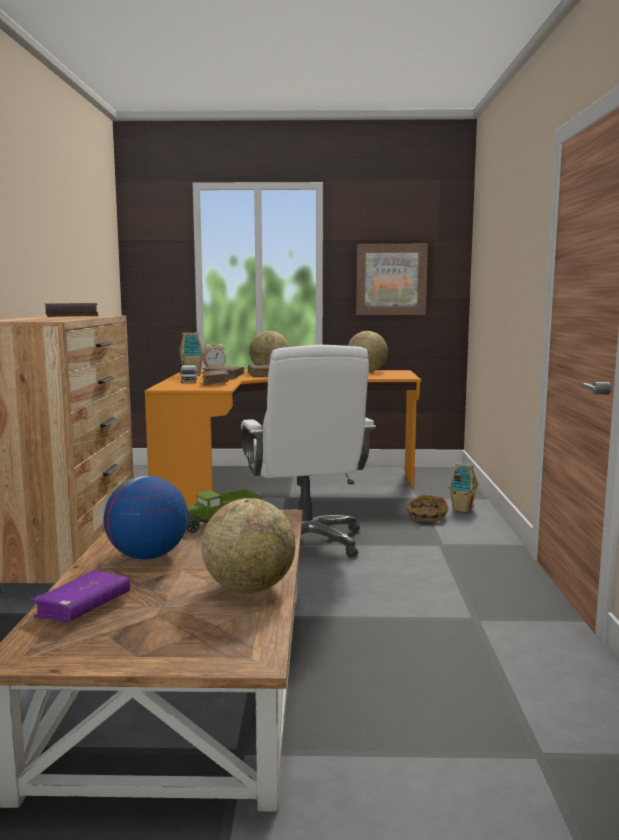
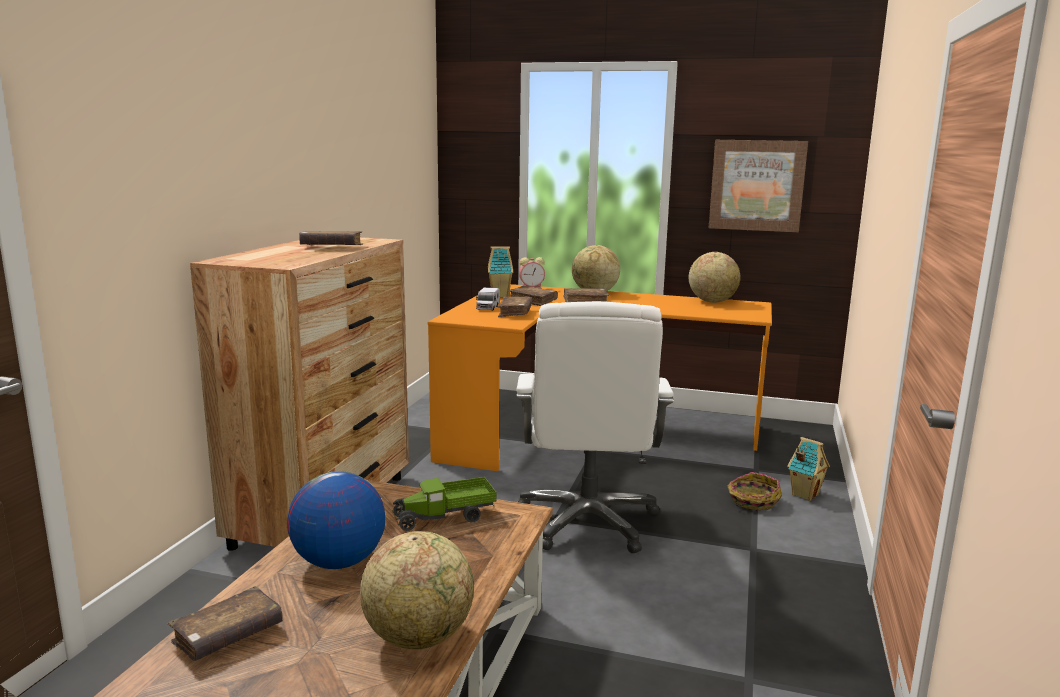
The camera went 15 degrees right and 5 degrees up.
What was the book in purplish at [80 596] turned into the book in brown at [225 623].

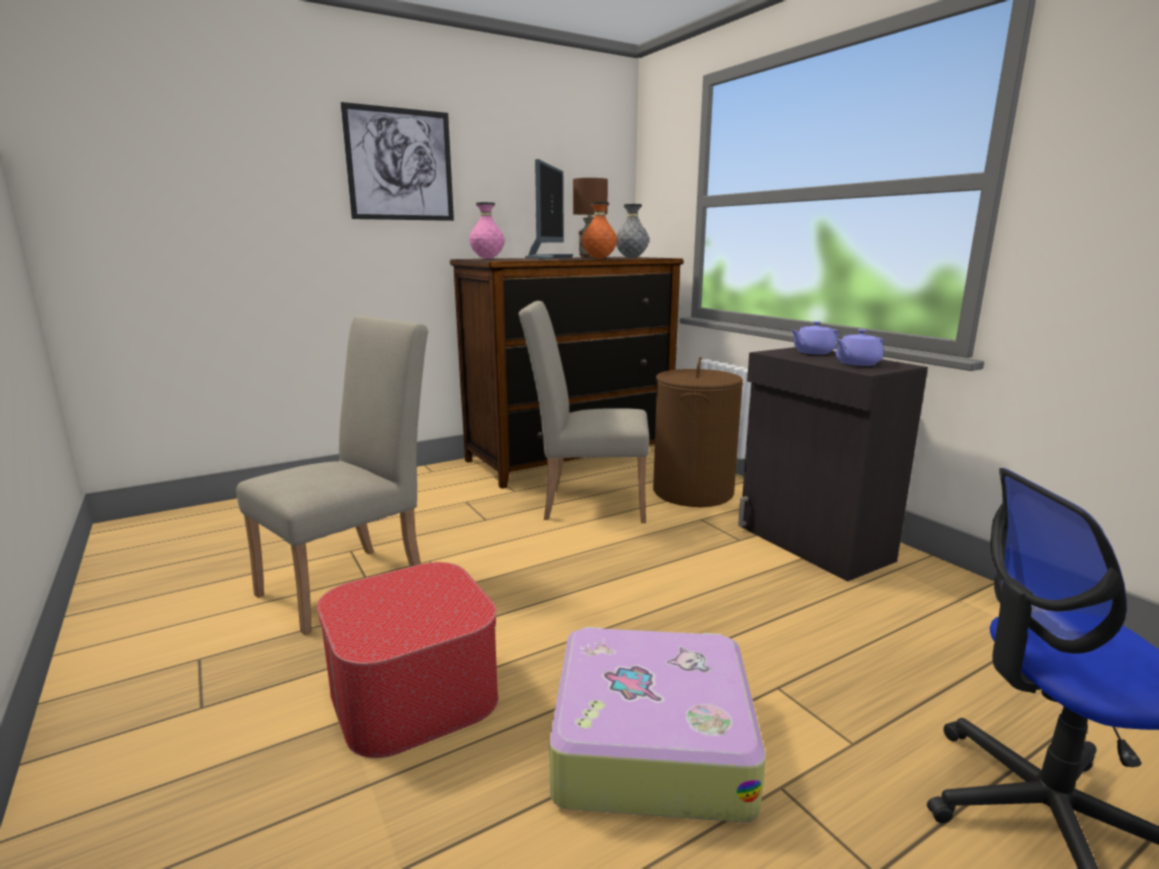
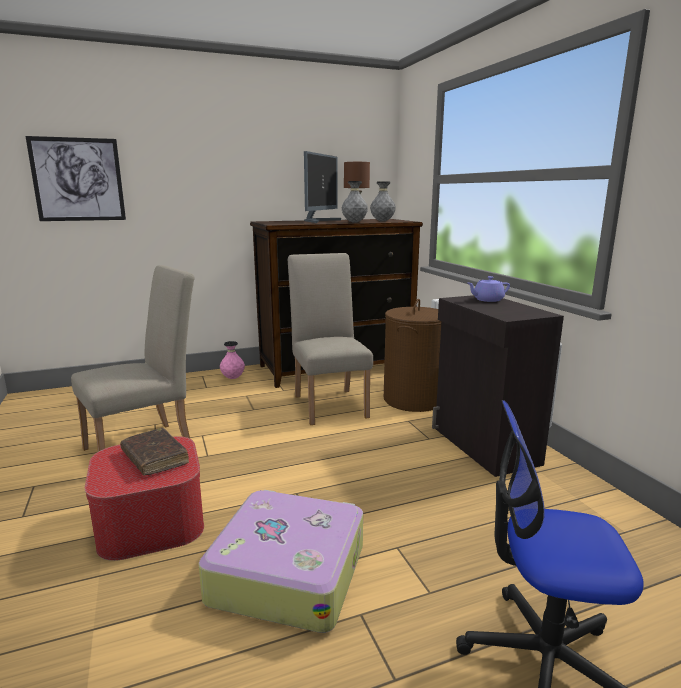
The camera went 10 degrees right and 0 degrees up.
The wall art ended up elsewhere, having gone from [397 161] to [75 178].
The flower vase in pinkish ended up elsewhere, having gone from [487 230] to [232 360].
The plain chair in beige-coloured at [583 412] ended up facing another way, 60 degrees clockwise from before.
What was the flower vase in orange at [599 230] turned into the flower vase in gray at [355 202].
The second view lost the pot for tea in purplish at [859 347].
The second view gained the book in brown at [154 451].

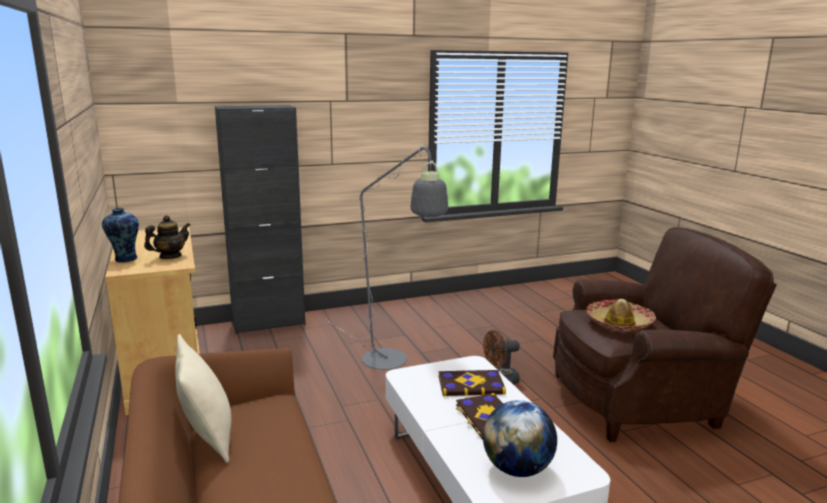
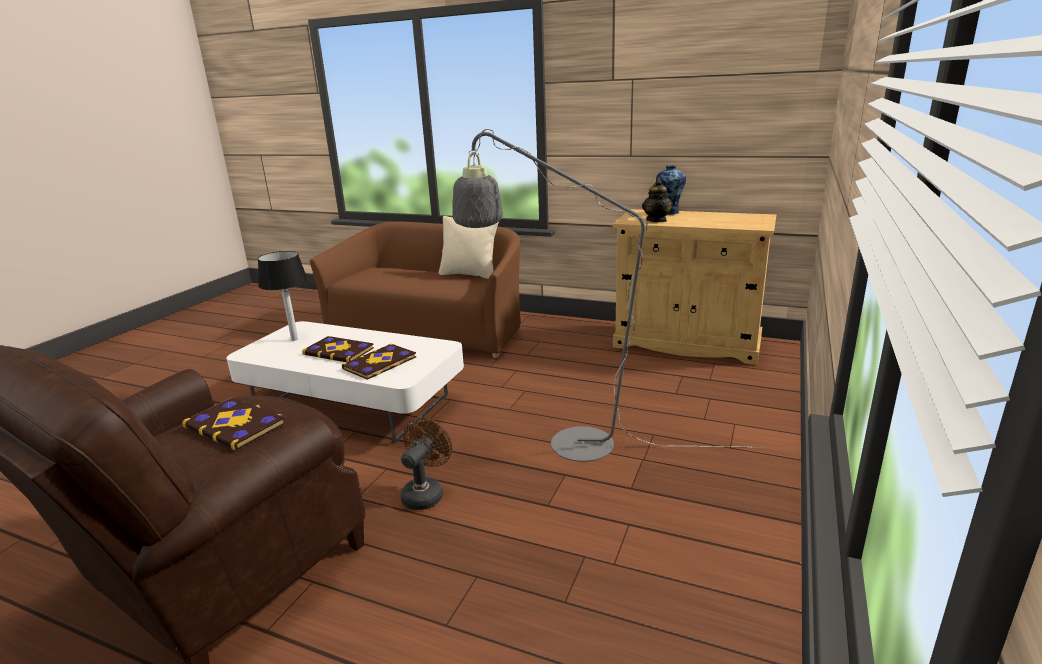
The camera went 135 degrees right and 5 degrees up.
The second view lost the cupboard in blackish at [260 219].
Where the world globe stood at [520 438], the lamp for a table came to stand at [283 296].
Where the hat stood at [621 315], the book came to stand at [234 424].

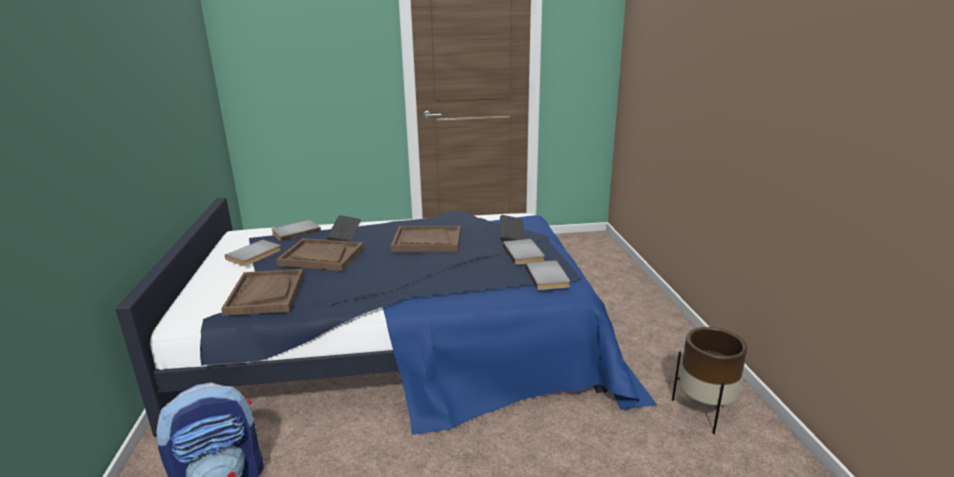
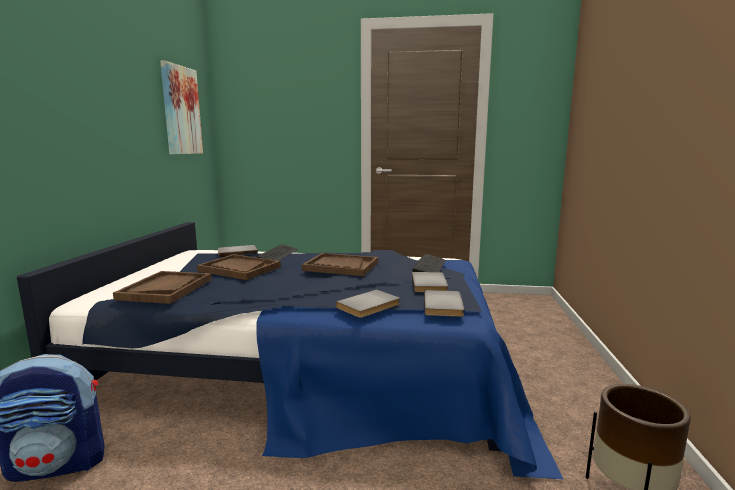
The camera went 15 degrees right and 10 degrees down.
The book in gray ended up elsewhere, having gone from [253 253] to [368 304].
The second view gained the wall art at [181 107].

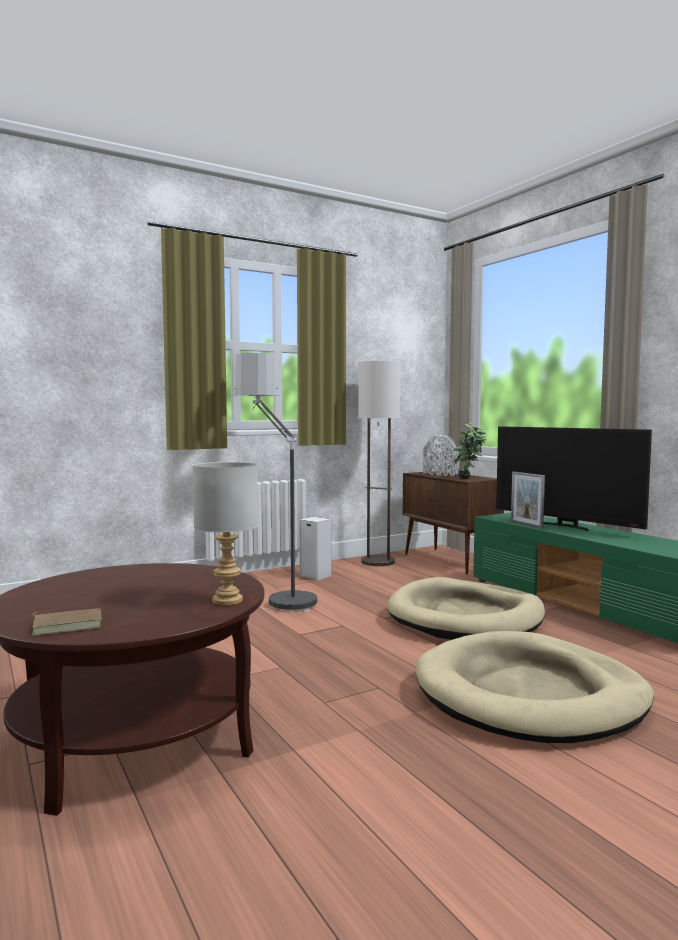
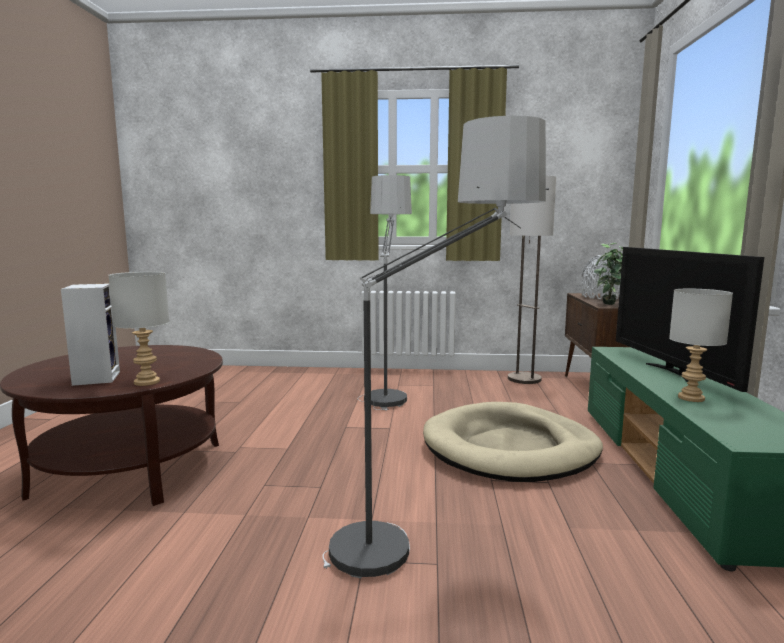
The camera went 35 degrees right and 5 degrees up.
The second view lost the book in brown at [66 622].
The speaker ended up elsewhere, having gone from [315 548] to [90 335].
Where the pet bed in beige-coloured stood at [534 687], the floor lamp came to stand at [435 346].
The second view lost the picture frame at [528 499].
The second view gained the lamp for a table in gray at [701 345].

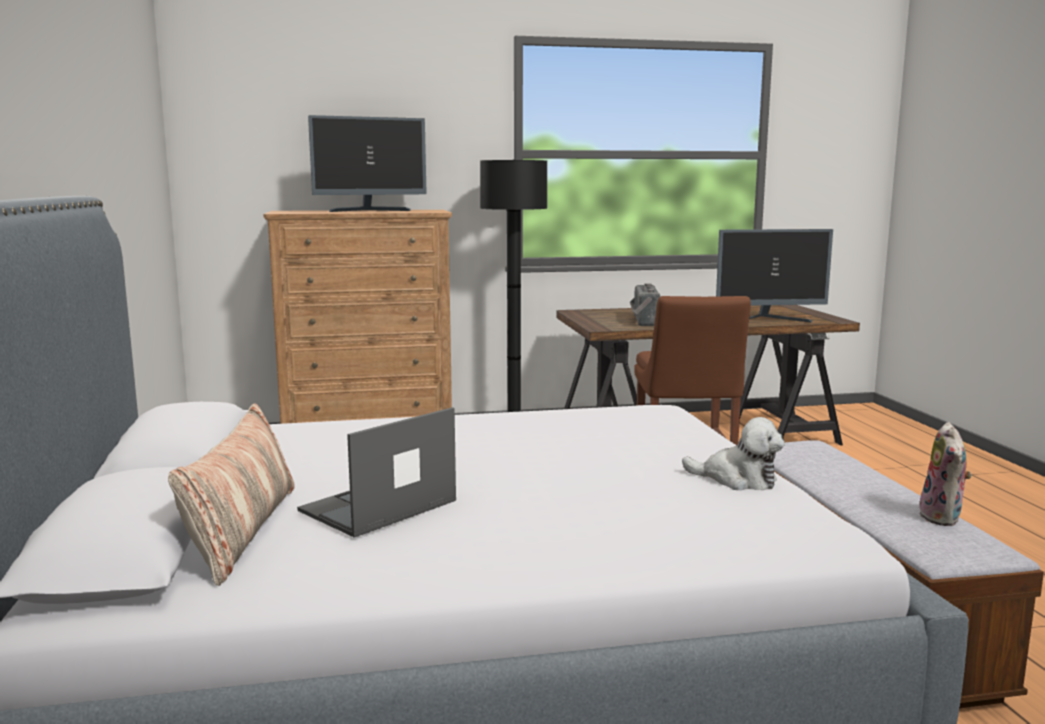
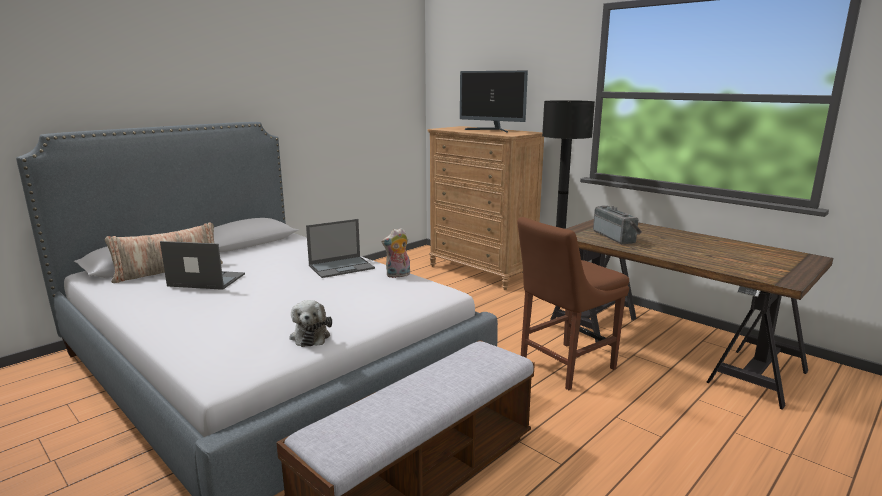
The camera went 55 degrees right and 5 degrees up.
The radio receiver at [645 304] ended up facing another way, 105 degrees clockwise from before.
The second view lost the computer screen at [774 276].
The plush toy ended up elsewhere, having gone from [945 474] to [396 253].
The second view gained the laptop at [340 248].

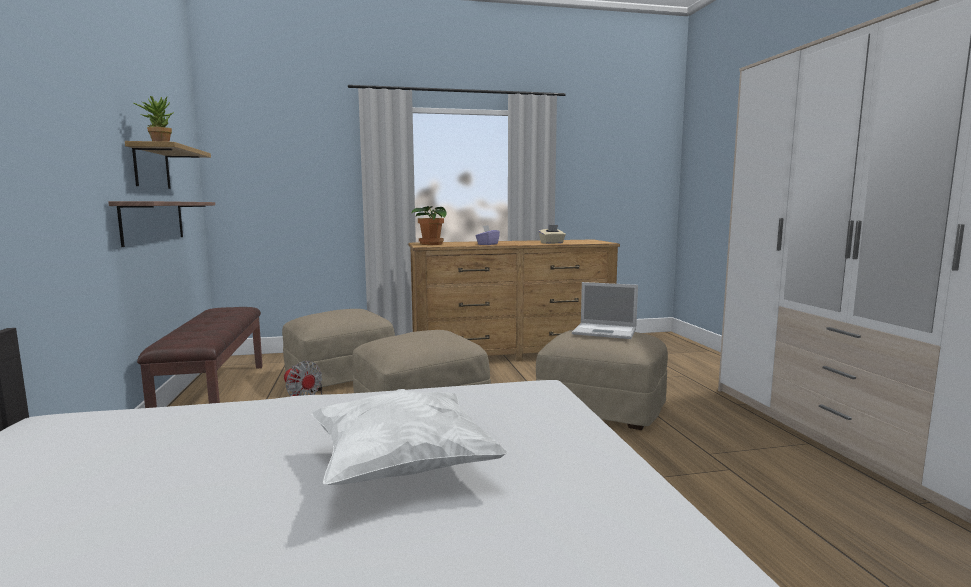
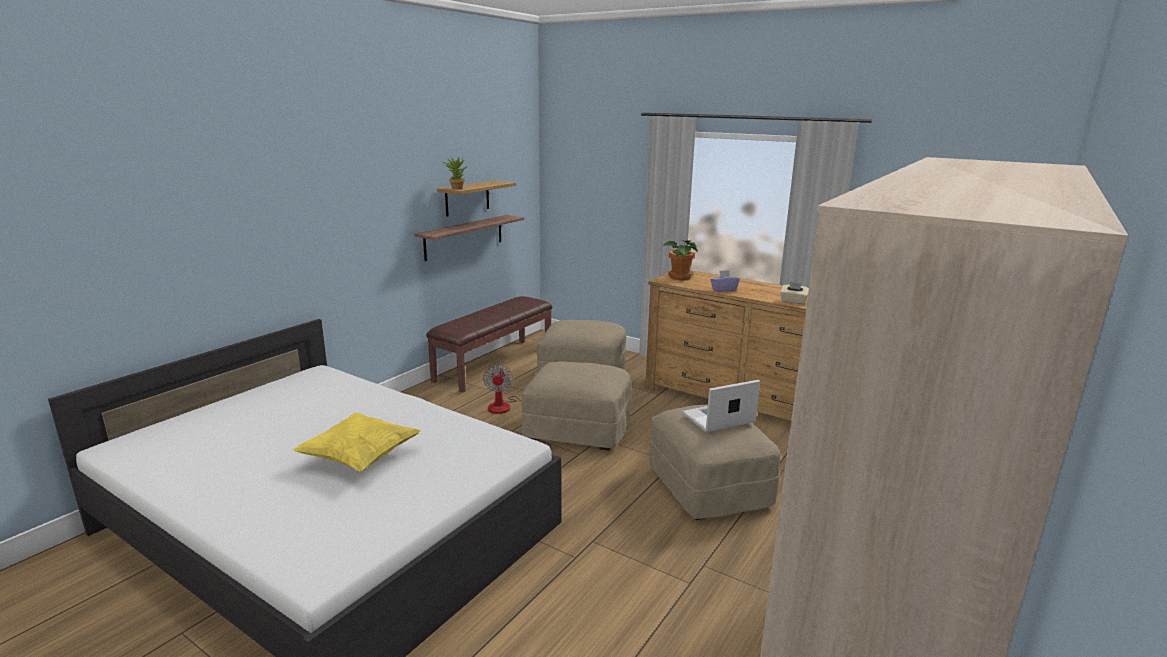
The camera went 45 degrees right and 10 degrees up.
What was the cushion in white-coloured at [409 437] turned into the cushion in yellow at [357 442].
The laptop at [605 310] ended up facing another way, 90 degrees clockwise from before.

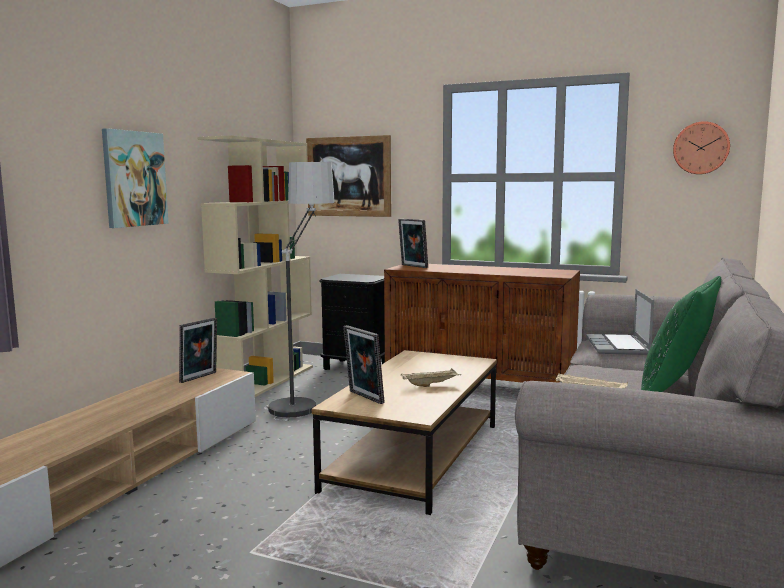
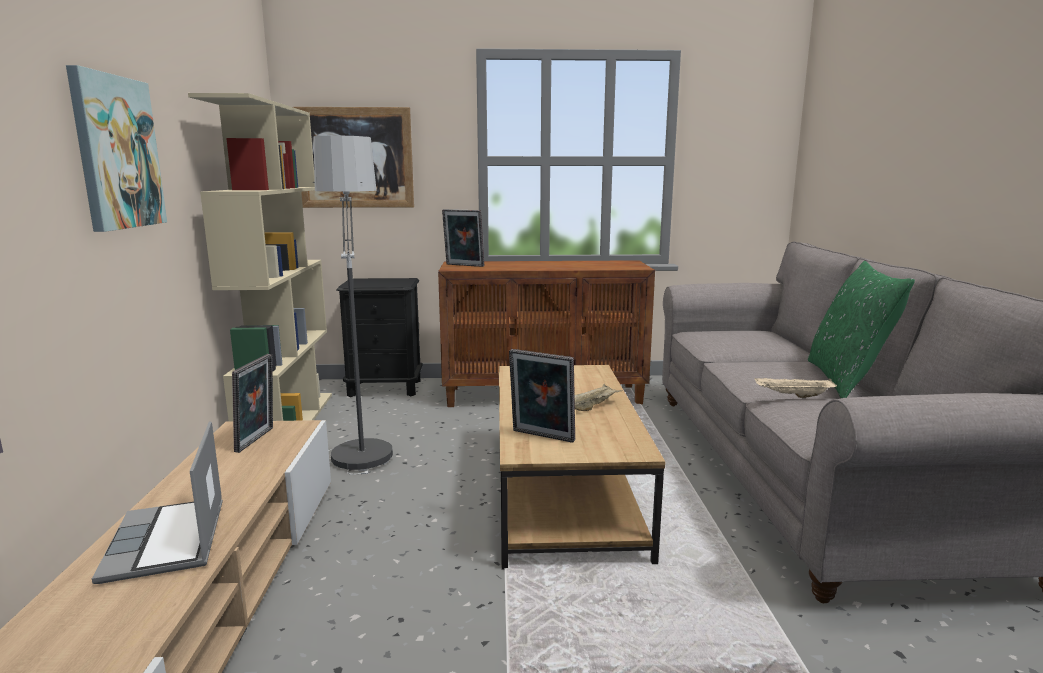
The camera went 25 degrees left and 5 degrees up.
The laptop ended up elsewhere, having gone from [620 322] to [157 503].
The second view lost the hanging clock at [701 147].

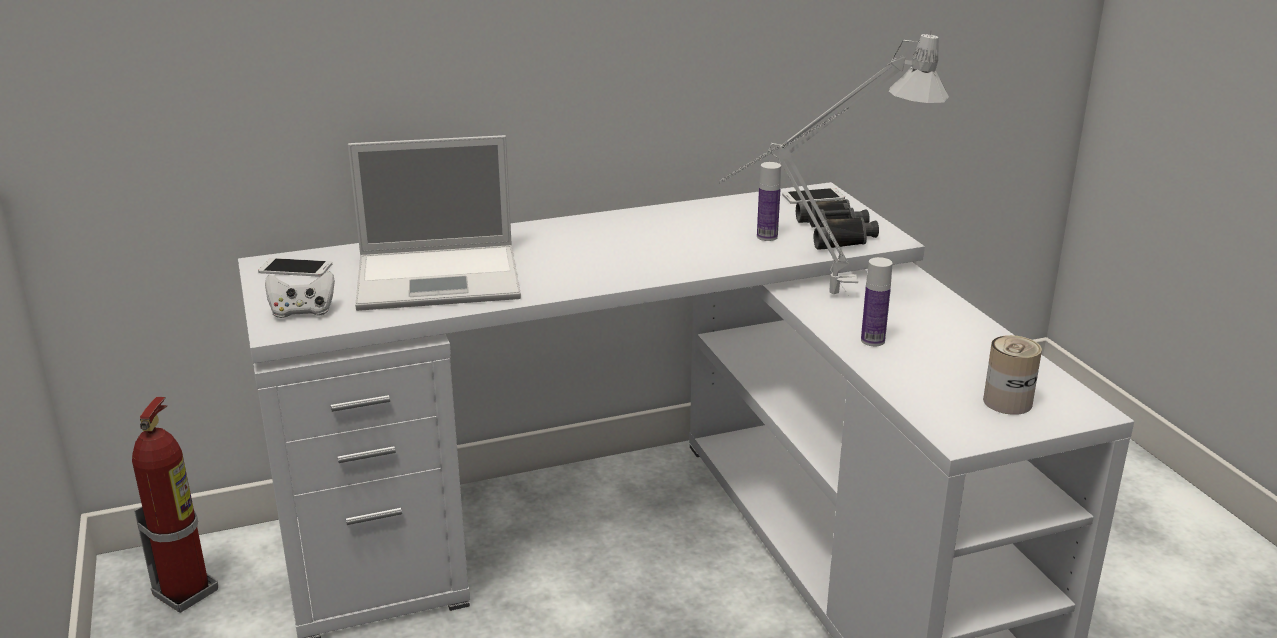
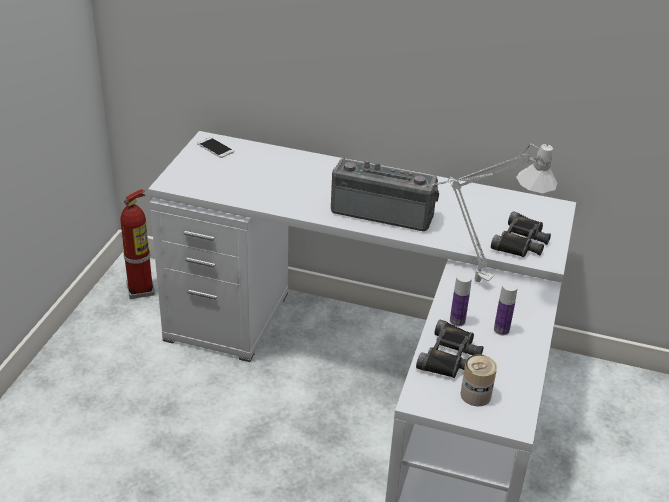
The camera went 35 degrees right and 10 degrees up.
The second view lost the gamepad in white-coloured at [300 294].
The second view lost the laptop at [434 223].
The beverage bottle ended up elsewhere, having gone from [769 201] to [506 308].
The second view lost the handset at [813 196].
The second view gained the radio receiver at [385 194].
The second view gained the pair of binoculars in blackish at [449 349].

